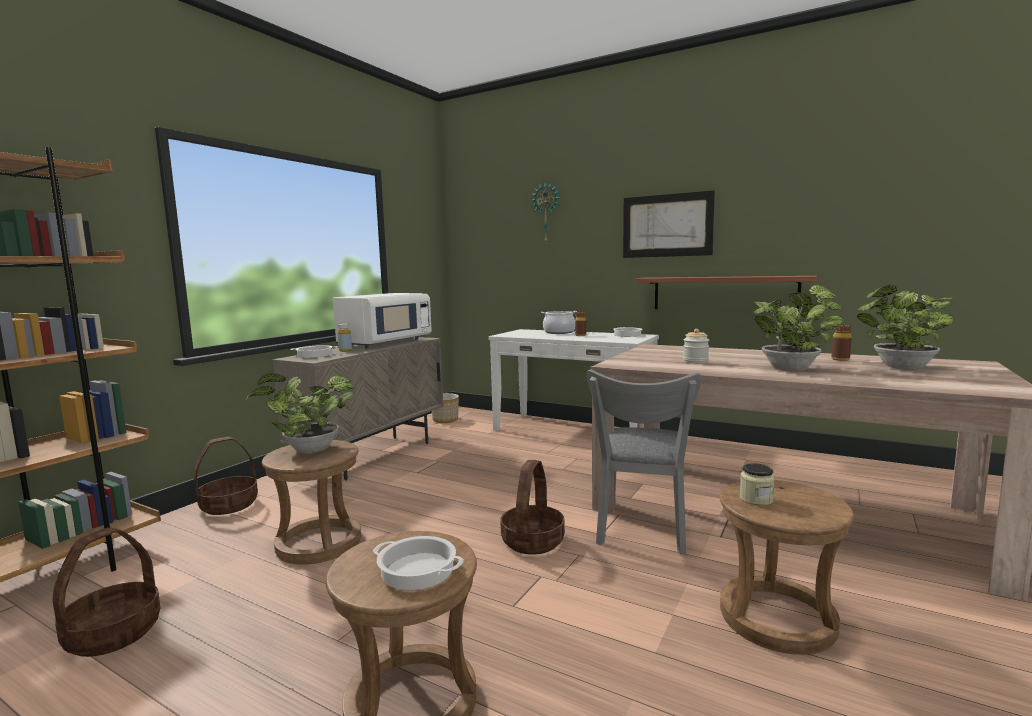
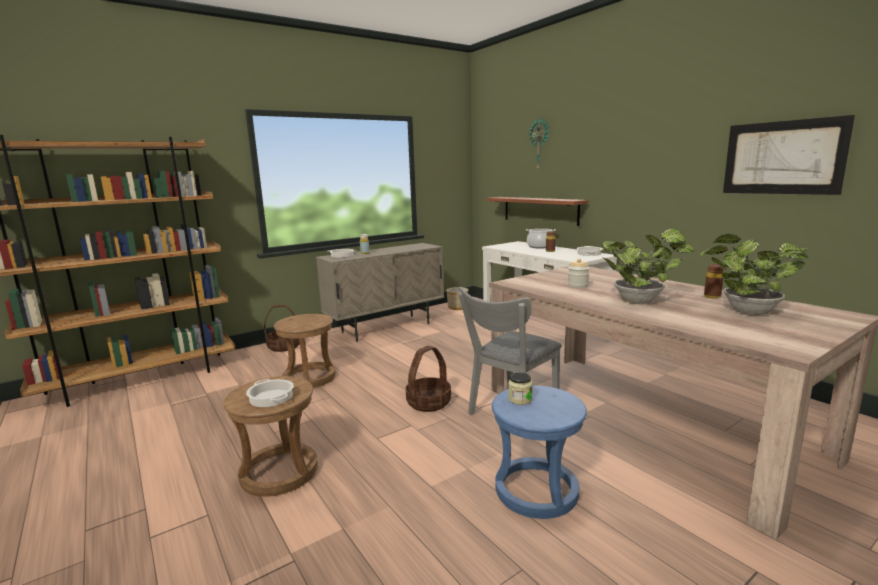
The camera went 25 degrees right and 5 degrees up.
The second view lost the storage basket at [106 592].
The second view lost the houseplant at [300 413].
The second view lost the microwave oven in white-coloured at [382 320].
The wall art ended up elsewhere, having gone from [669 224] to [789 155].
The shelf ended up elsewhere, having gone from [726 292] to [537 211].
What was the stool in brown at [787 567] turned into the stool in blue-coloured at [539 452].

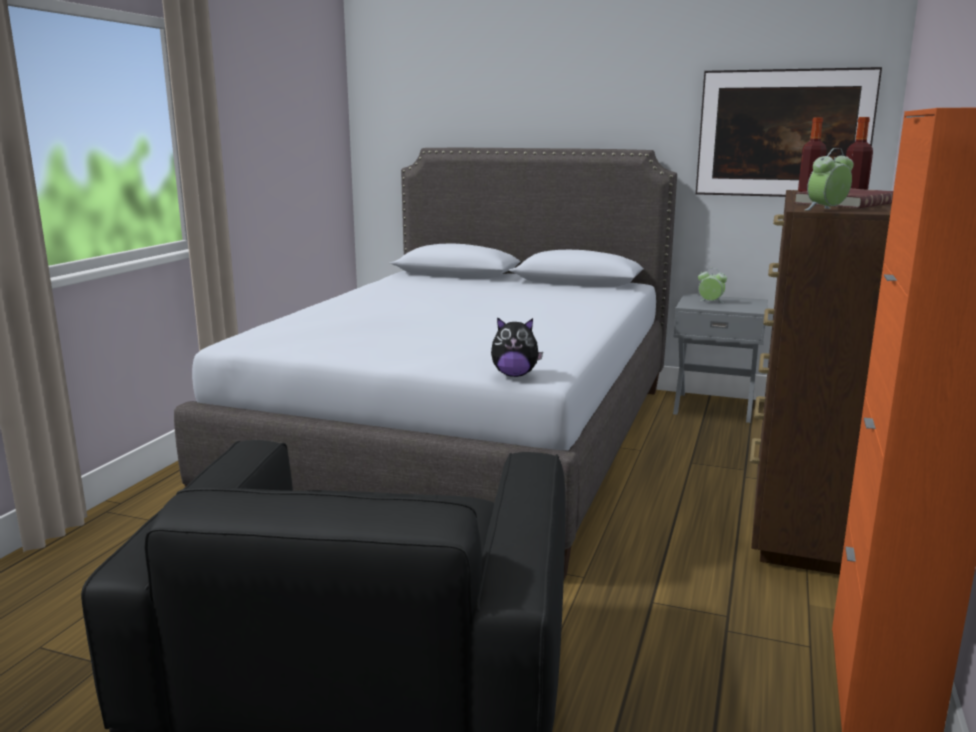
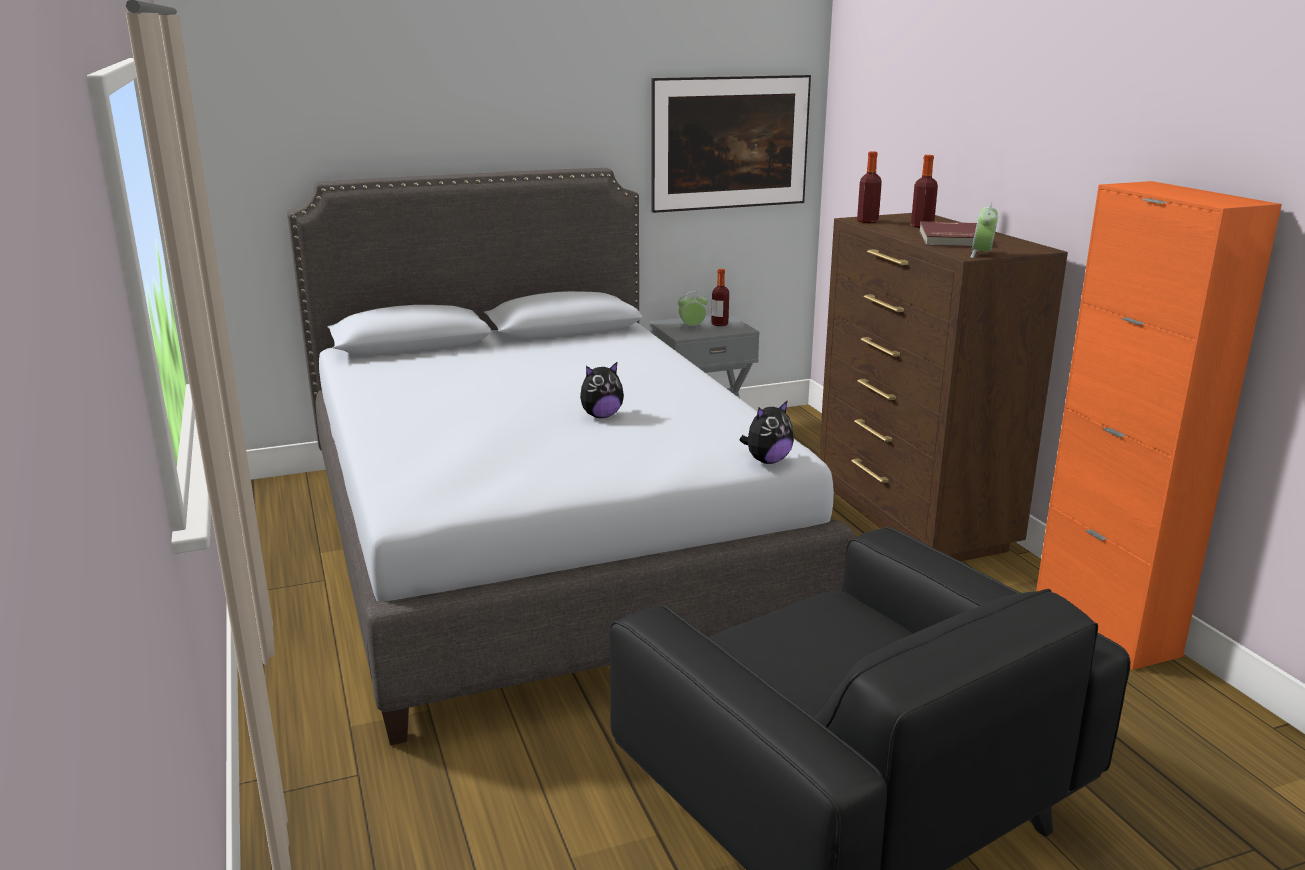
The camera went 40 degrees left and 5 degrees up.
The second view gained the plush toy at [602 390].
The second view gained the beverage bottle at [720 297].

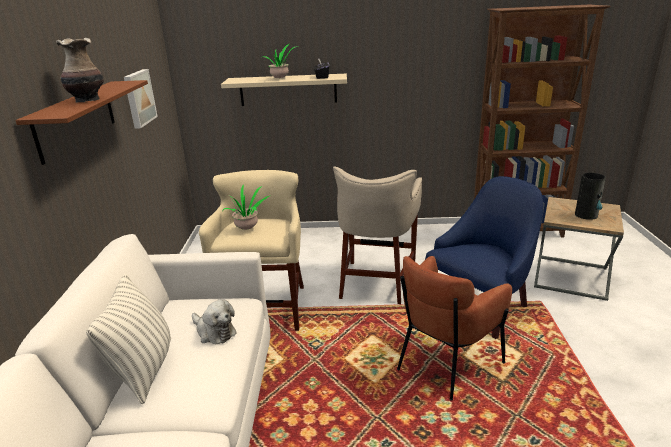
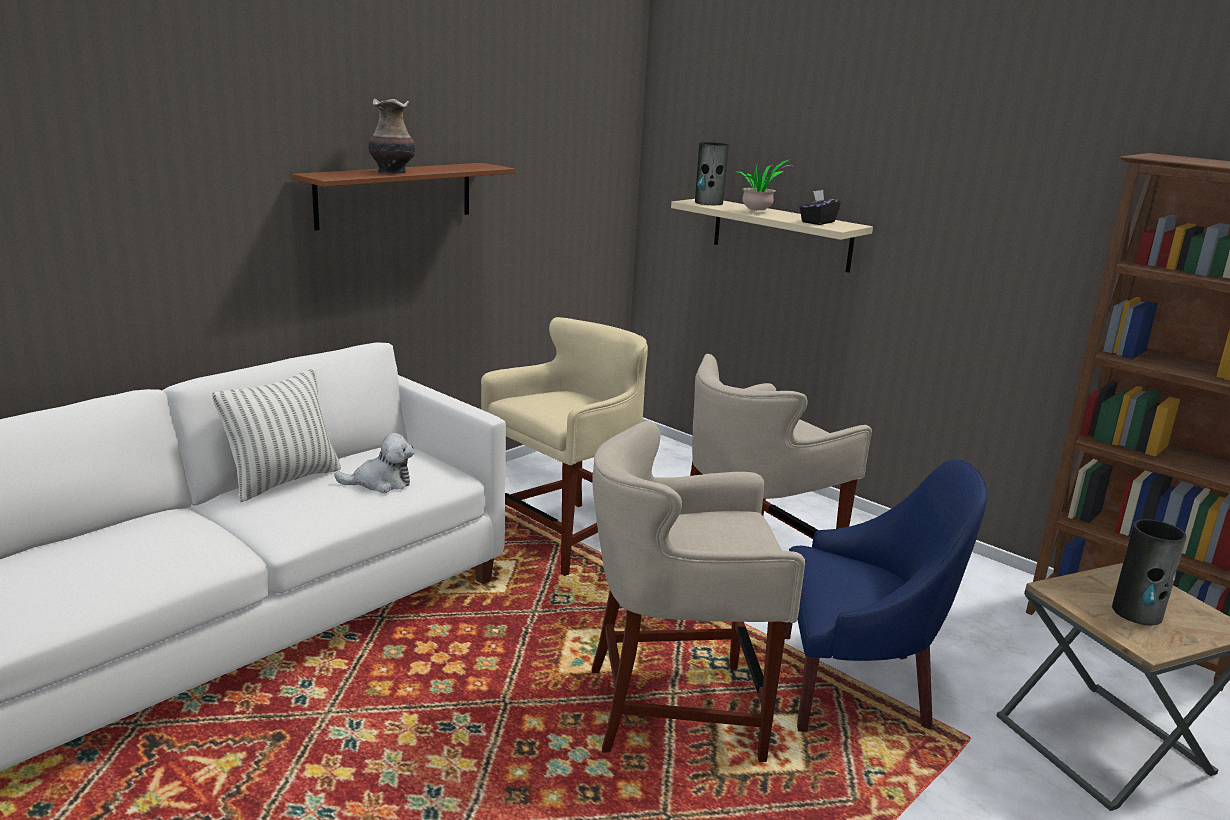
The camera went 40 degrees right and 5 degrees down.
The second view lost the wall art at [141 99].
The plush toy at [214 322] ended up facing another way, 90 degrees counterclockwise from before.
The second view lost the houseplant at [246 207].
Where the armchair in brown stood at [454 328], the stool in beige-coloured came to stand at [698 591].
The second view gained the flower vase at [712 173].

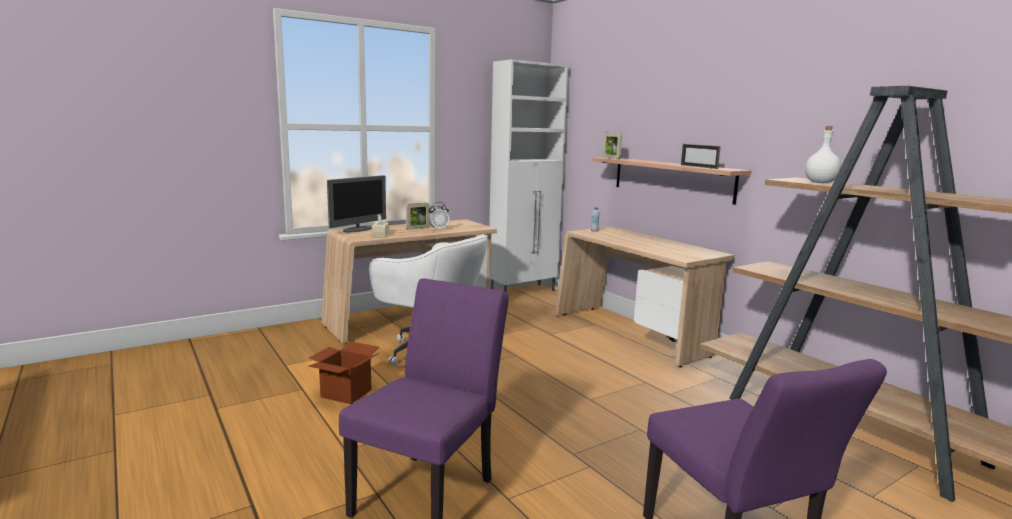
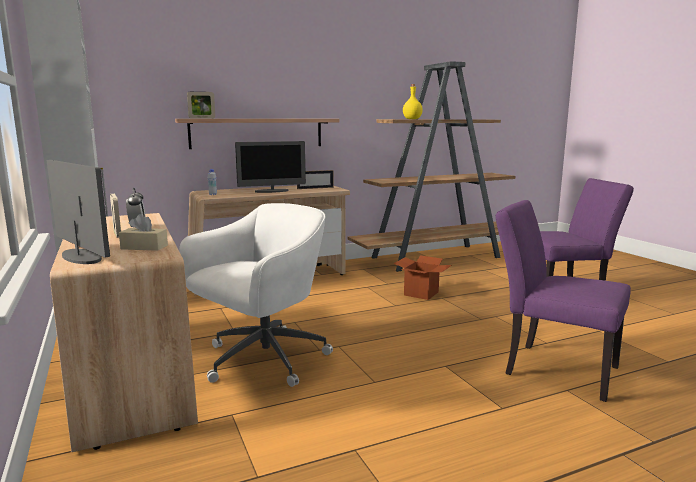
The camera went 80 degrees left and 0 degrees up.
The packing box ended up elsewhere, having gone from [343 372] to [422 277].
The picture frame ended up elsewhere, having gone from [701 156] to [315 179].
What was the beverage bottle in white-coloured at [823 154] turned into the beverage bottle in yellow at [413 101].
The second view gained the computer screen at [270 167].

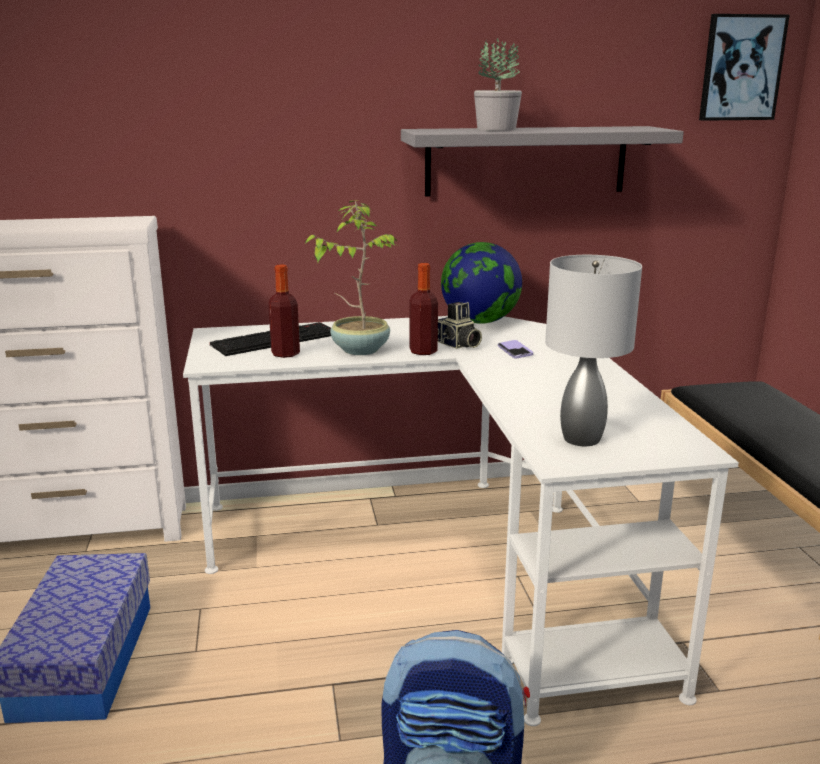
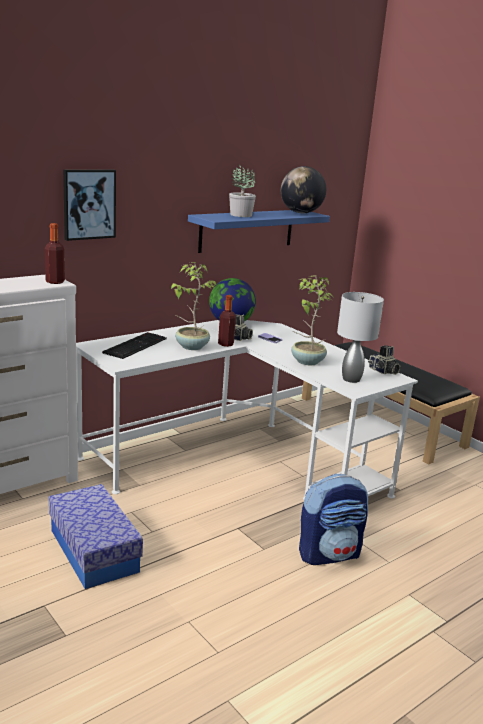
The camera went 30 degrees left and 0 degrees up.
The beverage bottle ended up elsewhere, having gone from [284 311] to [55 253].
What was the shelf in gray at [542 161] turned into the shelf in blue-coloured at [259 231].
The wall art ended up elsewhere, having gone from [744 67] to [89 205].
The second view gained the world globe at [303 189].
The second view gained the houseplant at [312 320].
The second view gained the still camera at [384 360].

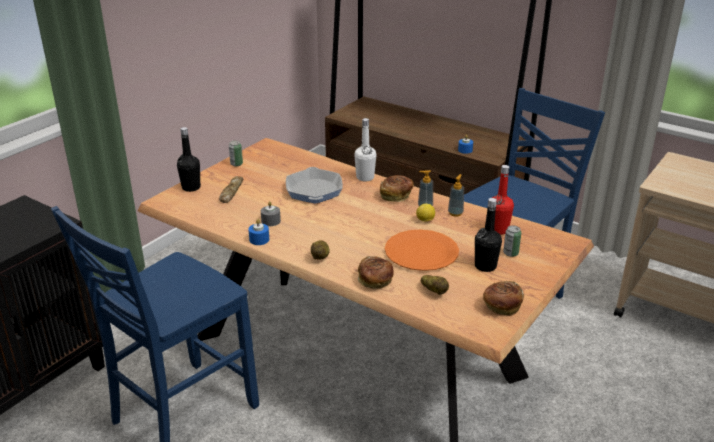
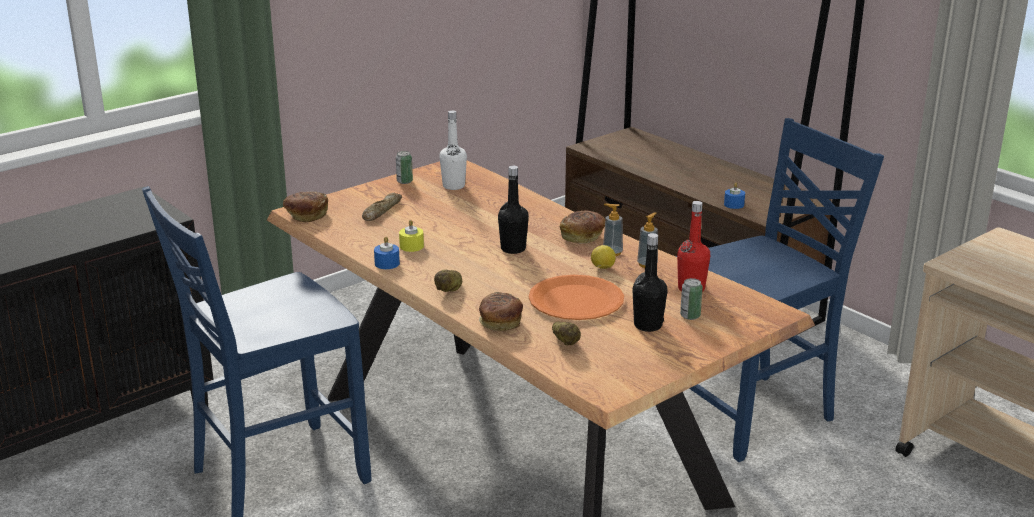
The camera went 15 degrees right and 5 degrees down.
The beverage bottle in blackish ended up elsewhere, having gone from [189 159] to [513 210].
What was the wax light in gray at [271 213] turned into the wax light in yellow at [411 236].
The second view lost the pan at [314 185].
The beverage bottle in white-coloured ended up elsewhere, having gone from [365 149] to [453 150].
The bakery bread ended up elsewhere, having gone from [503 298] to [305 207].

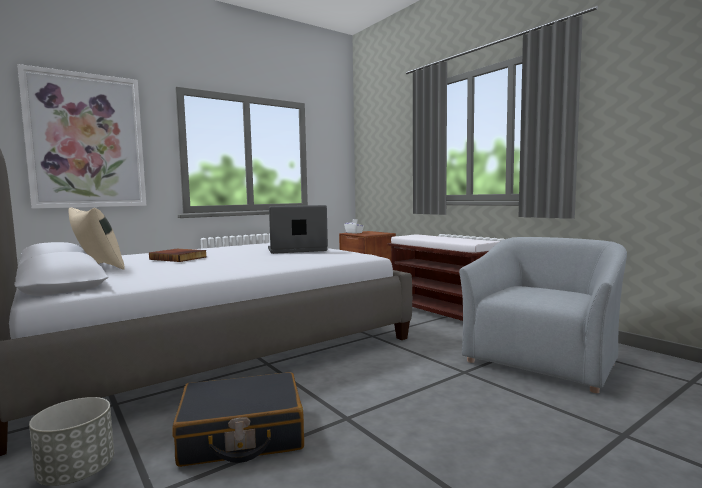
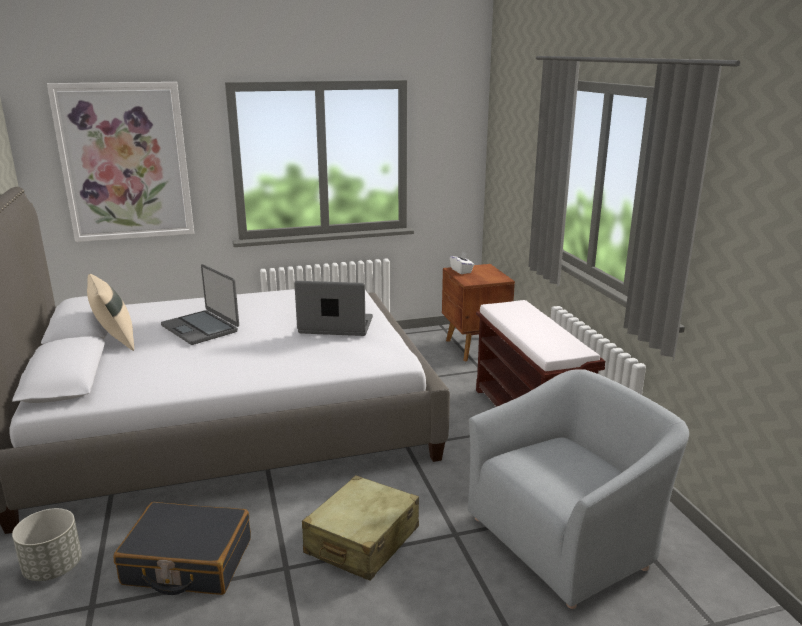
The camera went 20 degrees right and 15 degrees up.
Where the book stood at [178 255], the laptop came to stand at [200 304].
The second view gained the suitcase in beige-coloured at [360 528].

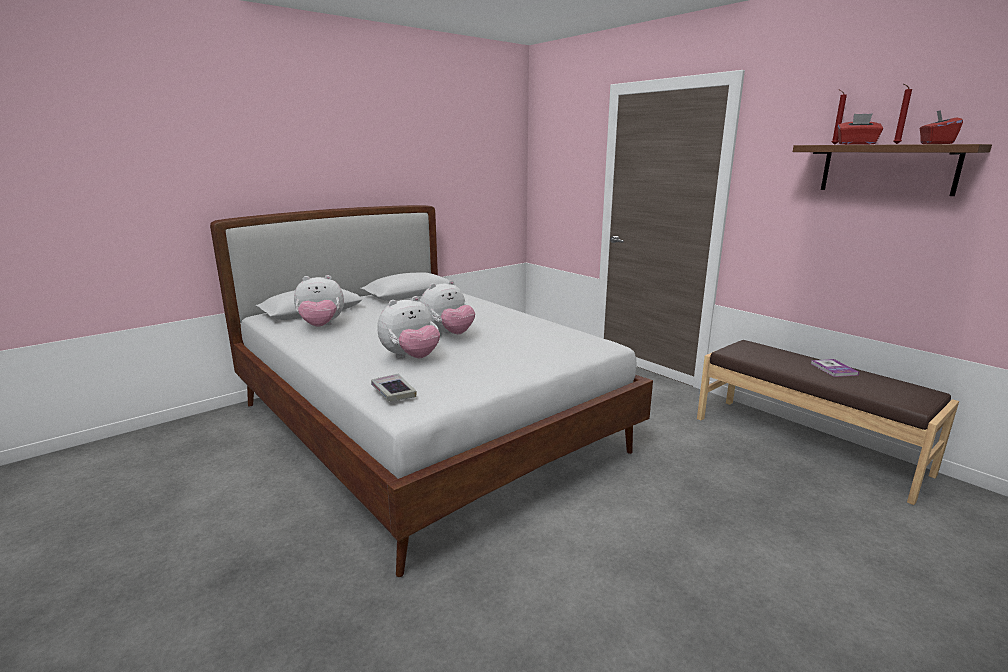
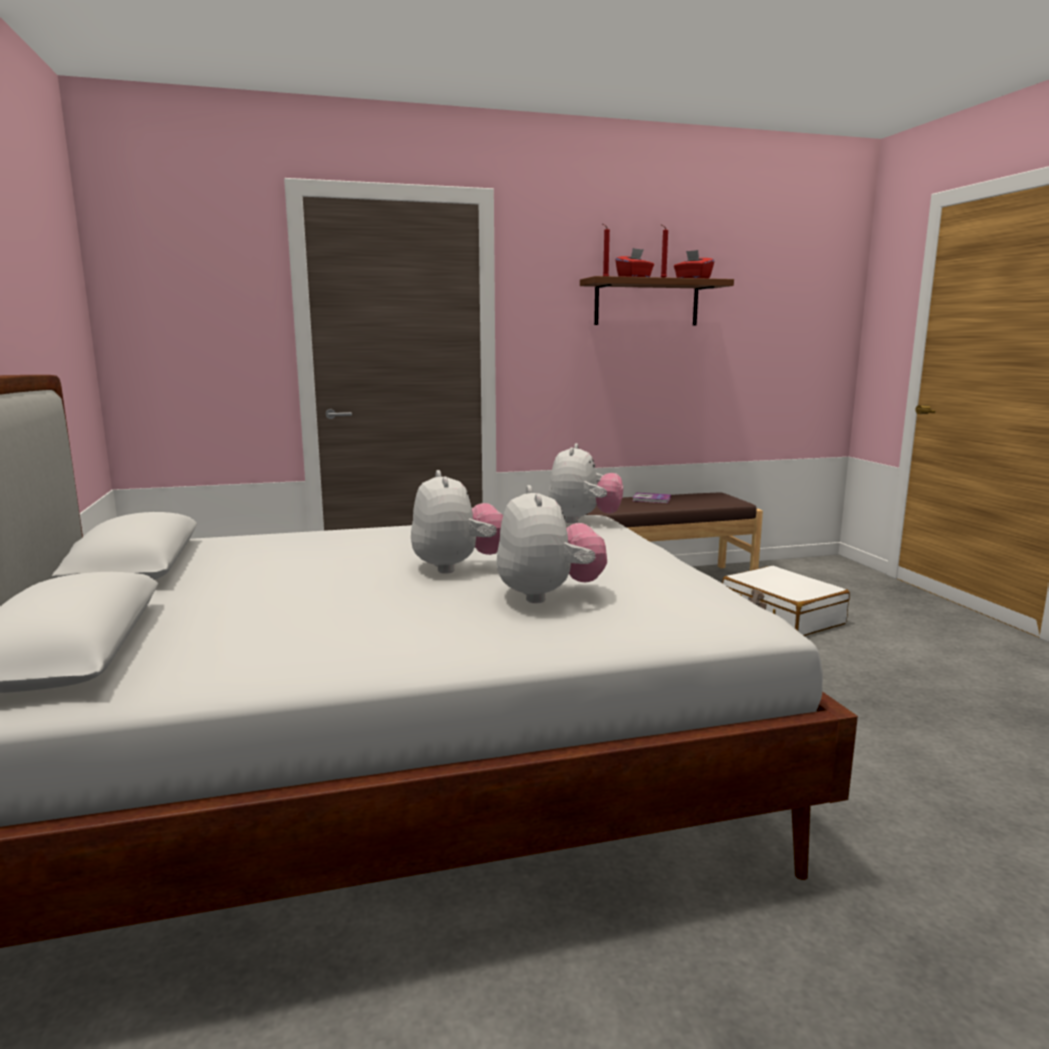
The camera went 65 degrees left and 5 degrees down.
The plush toy ended up elsewhere, having gone from [319 301] to [585 483].
The second view lost the book at [394 387].
The second view gained the suitcase in white-coloured at [786 601].

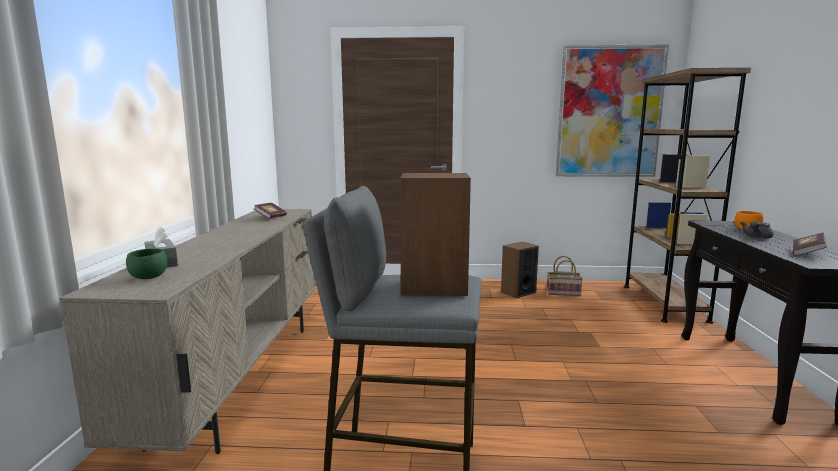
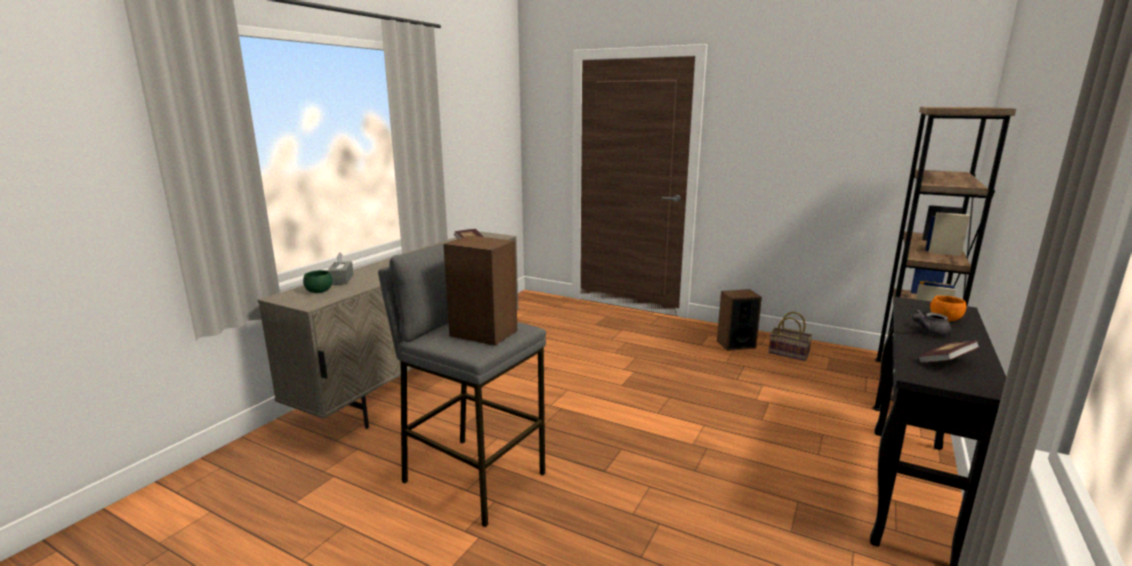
The camera went 25 degrees right and 5 degrees up.
The second view lost the wall art at [612 110].

